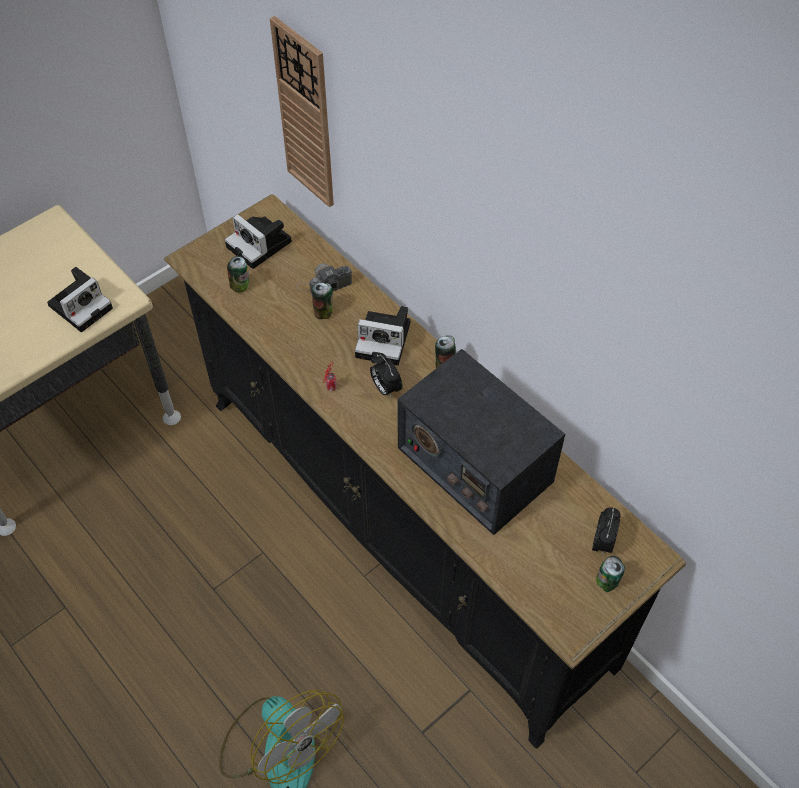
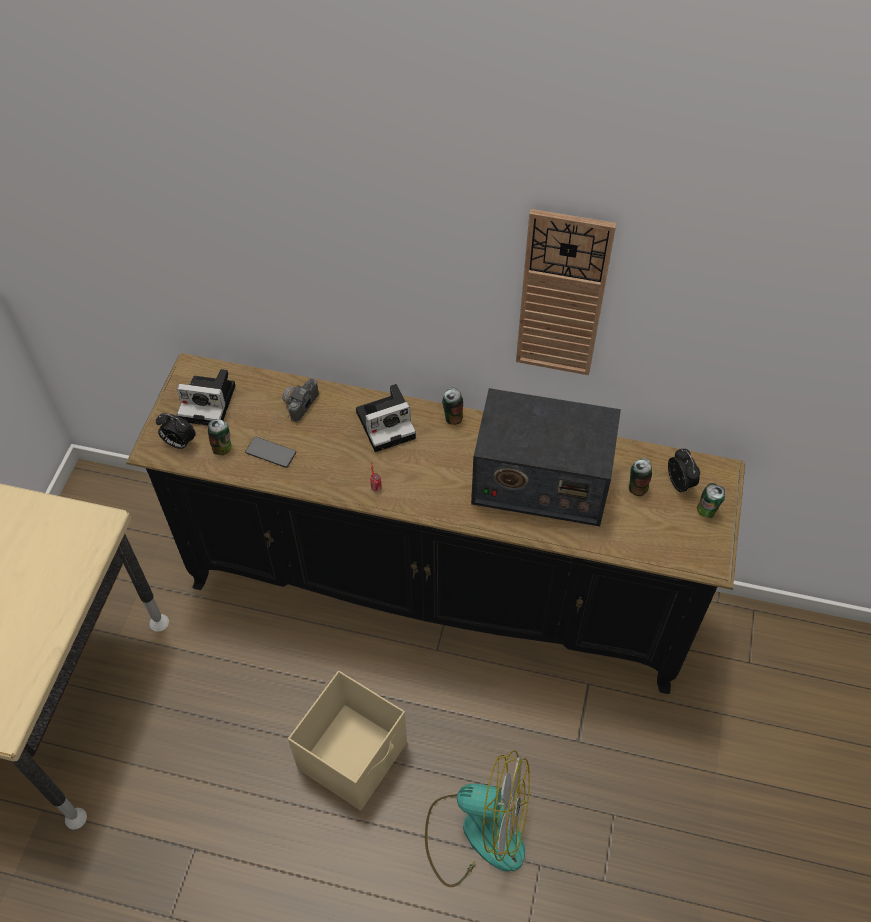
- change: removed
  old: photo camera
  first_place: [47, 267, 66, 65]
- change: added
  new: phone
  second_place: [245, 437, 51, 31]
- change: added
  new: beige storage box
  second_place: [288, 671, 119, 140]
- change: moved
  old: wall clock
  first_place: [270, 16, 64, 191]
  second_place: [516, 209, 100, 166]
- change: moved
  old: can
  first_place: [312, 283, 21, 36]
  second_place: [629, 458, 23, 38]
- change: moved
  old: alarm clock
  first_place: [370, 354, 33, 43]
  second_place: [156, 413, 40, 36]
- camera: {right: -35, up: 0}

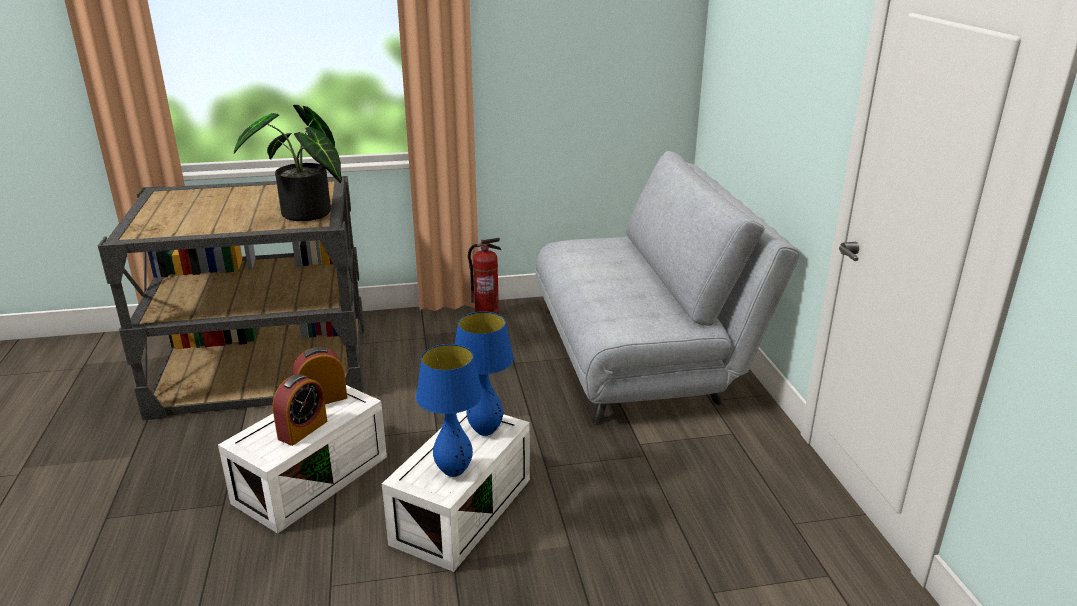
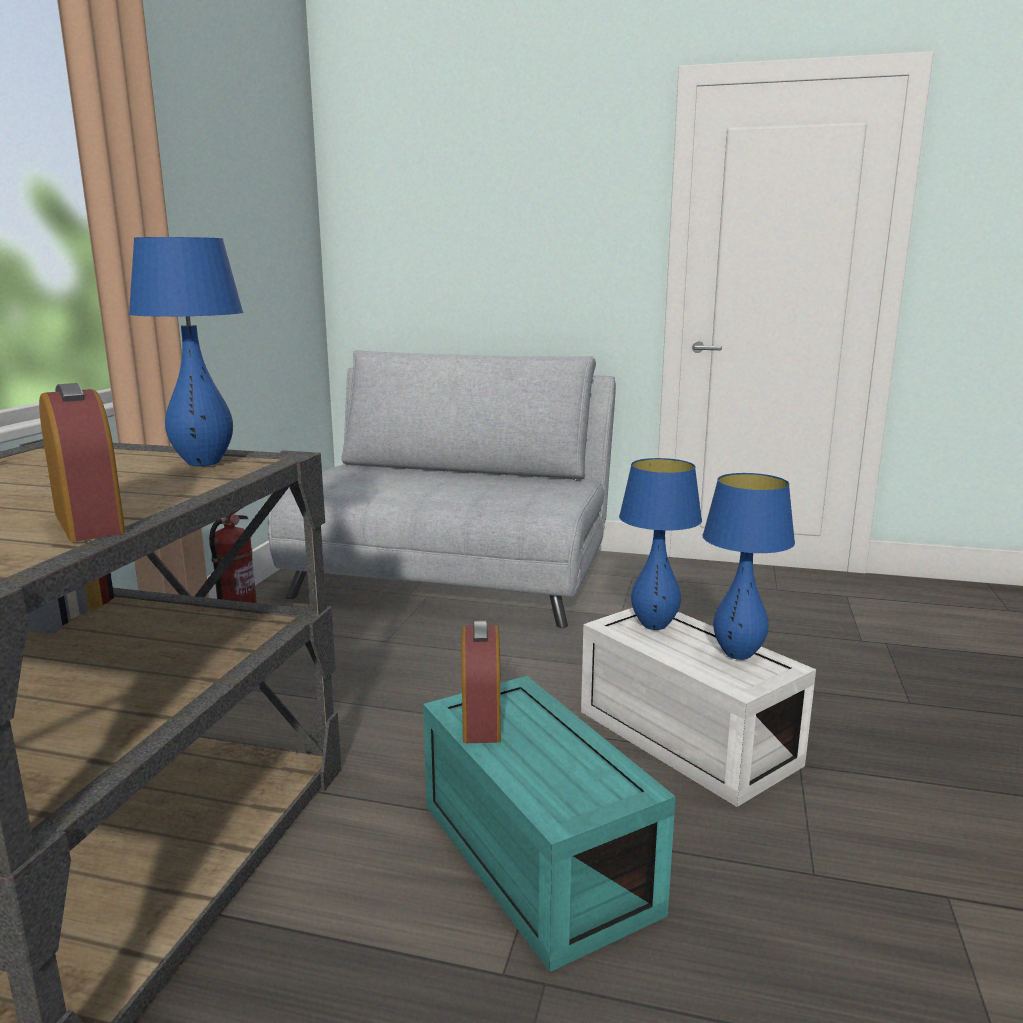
- change: moved
  old: alarm clock
  first_place: [272, 374, 55, 72]
  second_place: [39, 383, 87, 159]
- change: replaced
  old: potted plant
  new: blue table lamp
  first_place: [234, 105, 108, 116]
  second_place: [129, 237, 115, 229]
- change: recoloured
  old: white storage box
  new: turquoise storage box
  first_place: [218, 385, 169, 149]
  second_place: [423, 676, 253, 296]
- camera: {right: -65, up: -10}

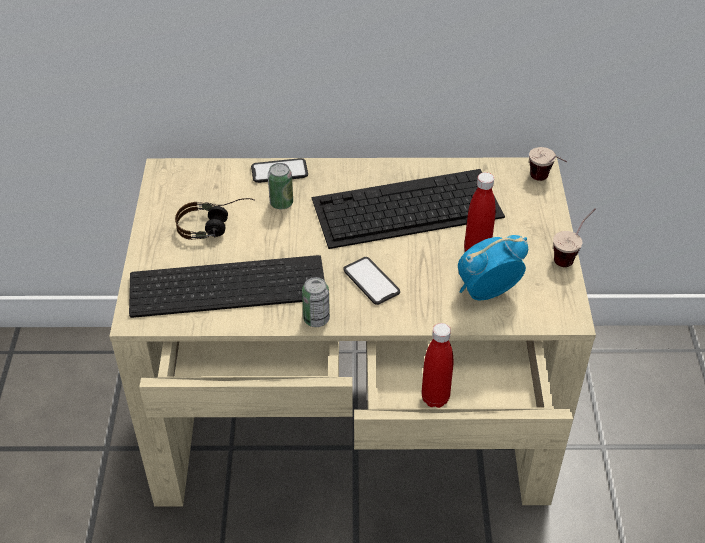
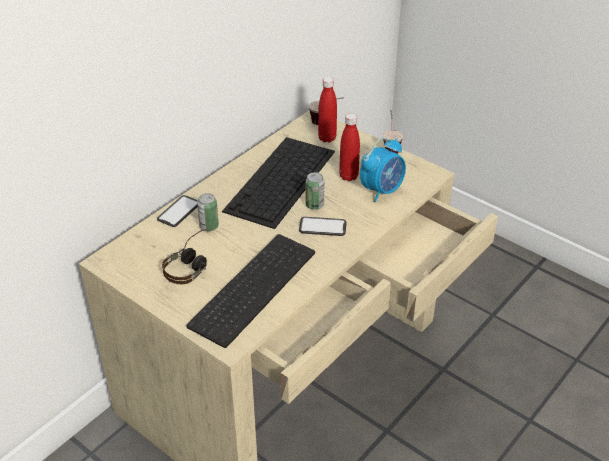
- change: moved
  old: can
  first_place: [302, 277, 28, 50]
  second_place: [305, 172, 19, 38]
- change: moved
  old: red bottle
  first_place: [422, 323, 32, 85]
  second_place: [318, 77, 19, 66]
- change: turned
  old: alarm clock
  first_place: [458, 235, 70, 65]
  second_place: [360, 138, 46, 64]
  degrees: -150
- camera: {right: -50, up: -5}

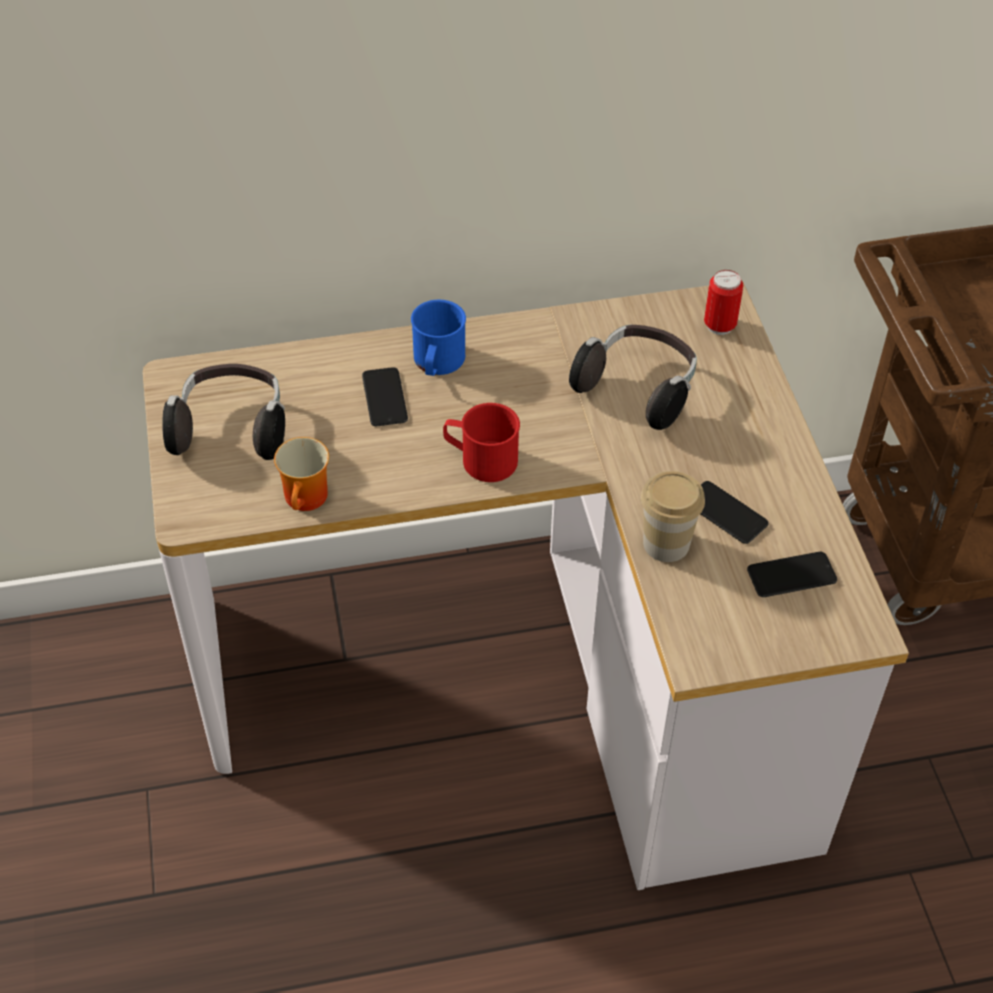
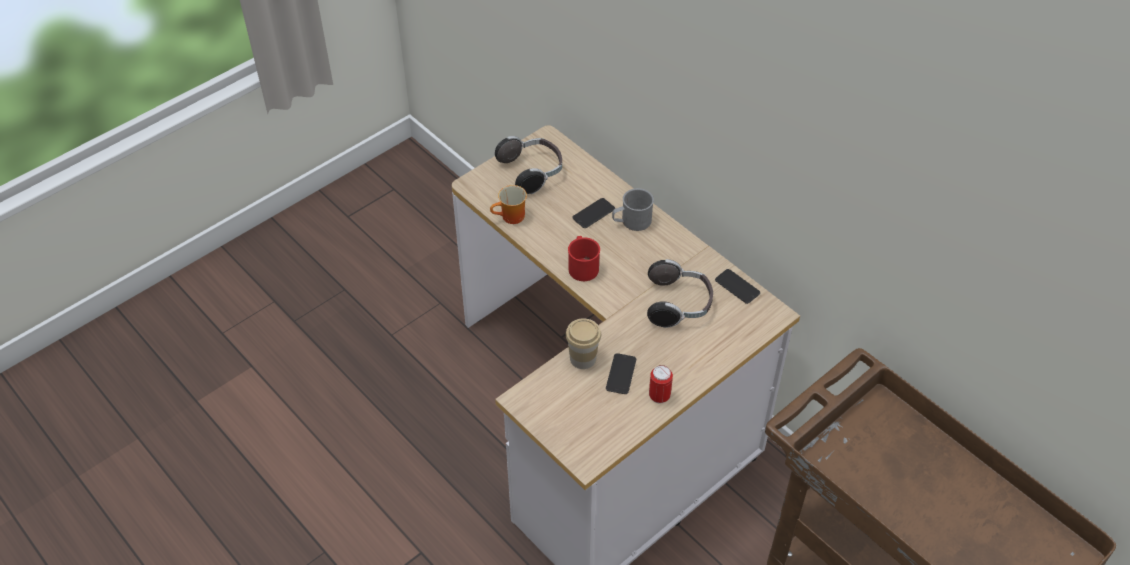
- change: moved
  old: can
  first_place: [704, 270, 39, 65]
  second_place: [649, 365, 24, 38]
- change: moved
  old: phone
  first_place: [747, 552, 90, 45]
  second_place: [715, 269, 45, 35]
- change: recoloured
  old: blue mug
  new: grey mug
  first_place: [411, 300, 55, 76]
  second_place: [612, 188, 42, 43]
- camera: {right: 60, up: 0}

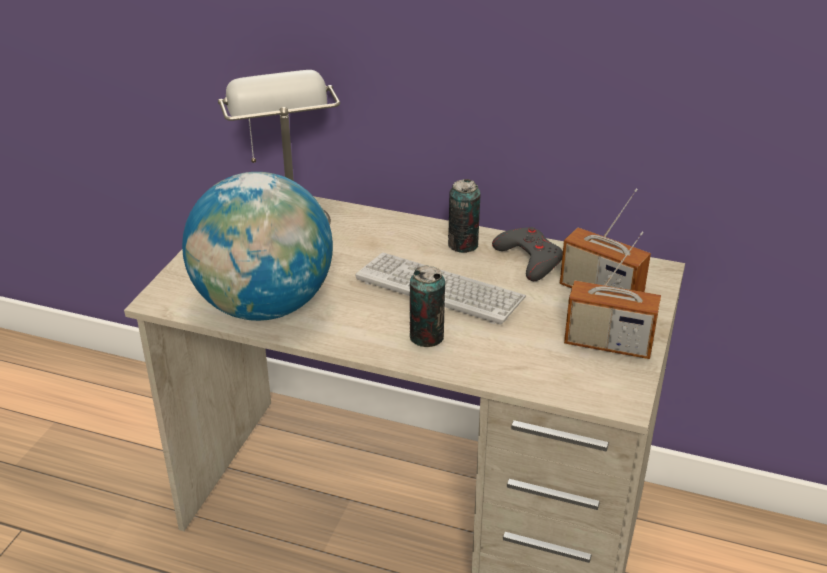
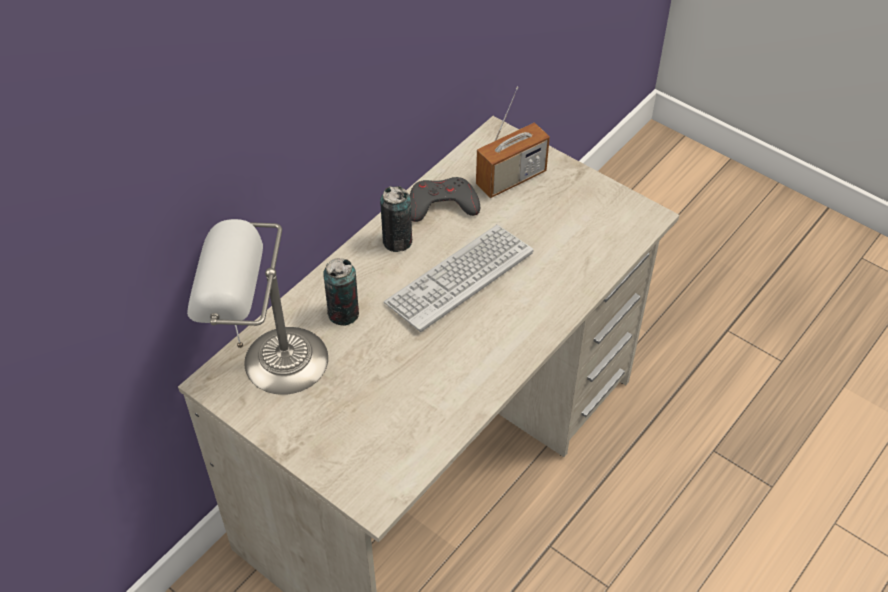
- change: removed
  old: globe
  first_place: [182, 172, 151, 149]
- change: removed
  old: radio
  first_place: [564, 232, 97, 127]
- change: moved
  old: can
  first_place: [410, 265, 35, 82]
  second_place: [323, 258, 36, 68]
- camera: {right: -70, up: 15}

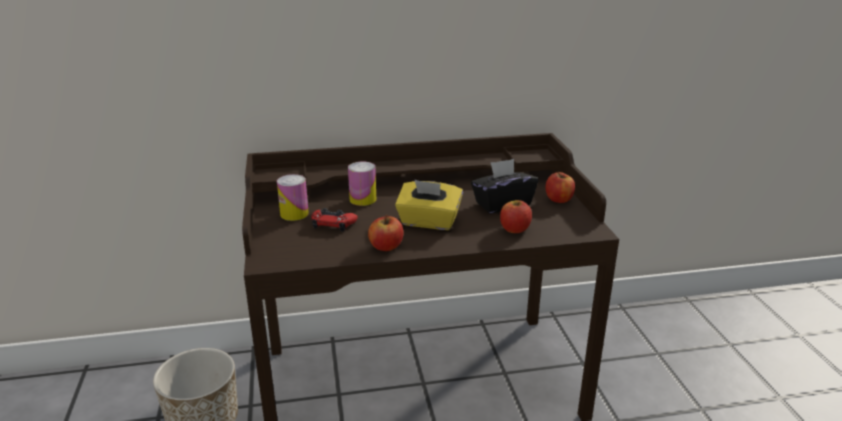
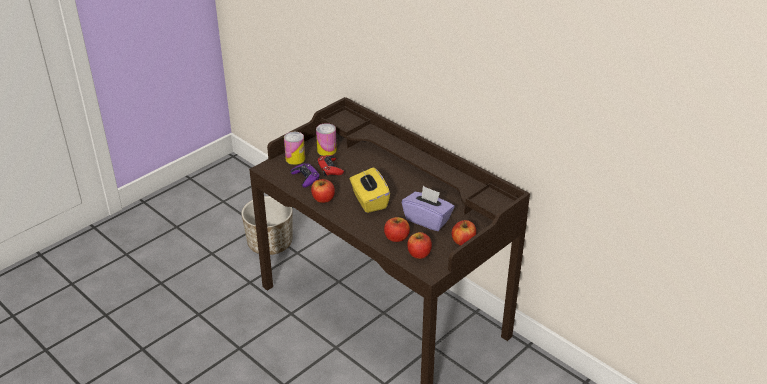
- change: added
  new: purple game controller
  second_place: [291, 163, 29, 24]
- change: added
  new: apple
  second_place: [407, 232, 25, 27]
- change: moved
  old: can
  first_place: [348, 161, 28, 45]
  second_place: [284, 132, 21, 33]
- change: recoloured
  old: black tissue box
  new: purple tissue box
  first_place: [471, 159, 67, 55]
  second_place: [402, 186, 52, 45]
- camera: {right: 55, up: 10}

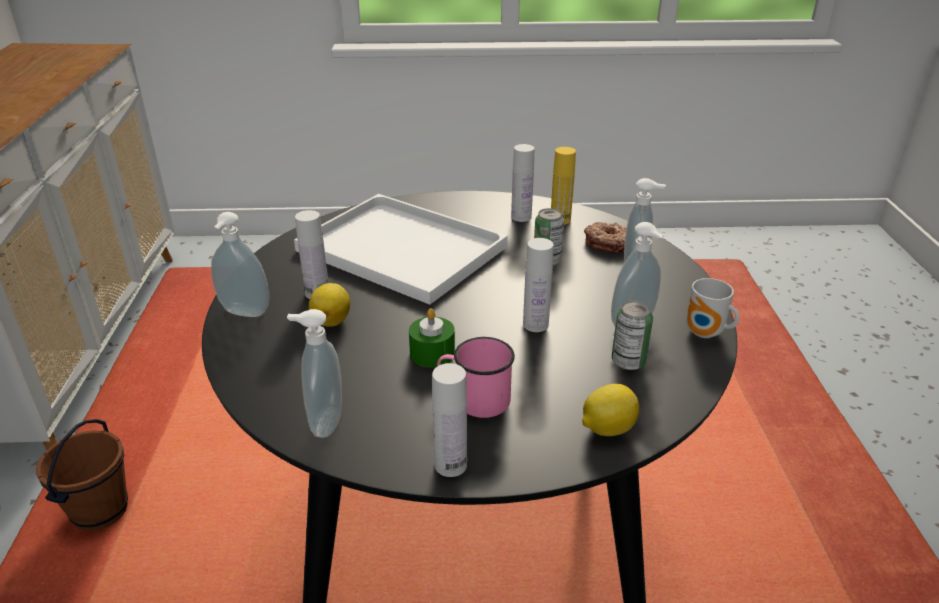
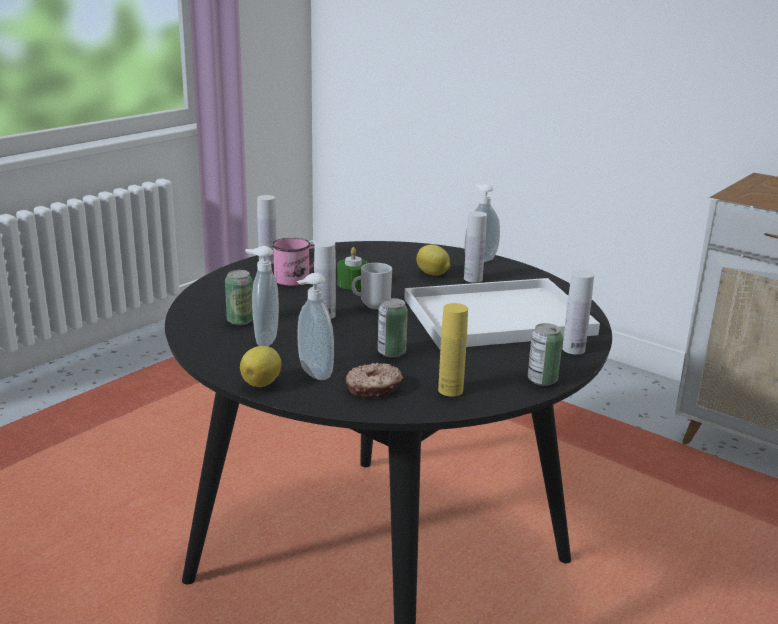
- change: removed
  old: brown bucket
  first_place: [36, 419, 92, 112]
- change: removed
  old: soap dispenser
  first_place: [287, 309, 55, 129]
- change: added
  new: can
  second_place: [528, 323, 35, 63]
- change: moved
  old: white bottle
  first_place: [511, 144, 23, 78]
  second_place: [562, 270, 32, 85]
- change: moved
  old: lemon
  first_place: [582, 384, 57, 52]
  second_place: [240, 346, 41, 41]
- change: moved
  old: mug
  first_place: [686, 278, 53, 60]
  second_place: [352, 263, 40, 46]
- camera: {right: 130, up: -10}

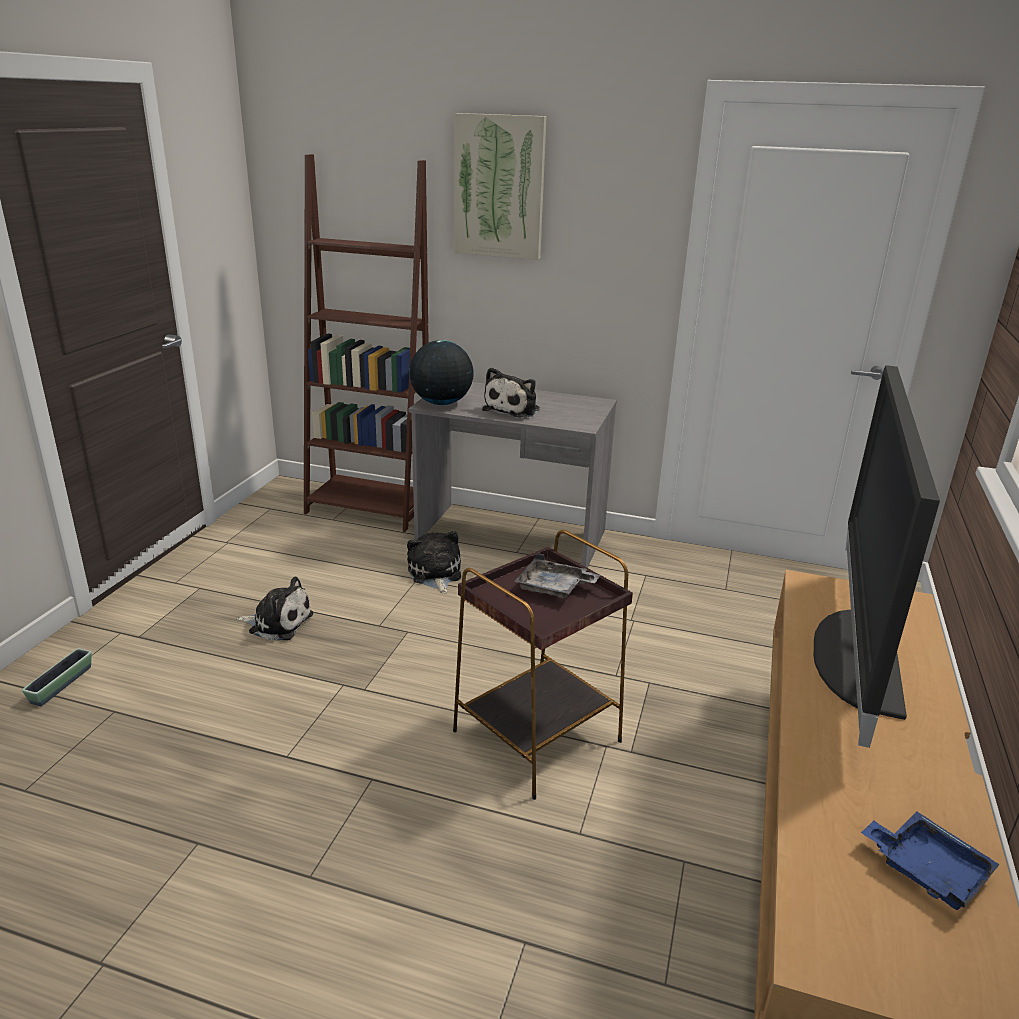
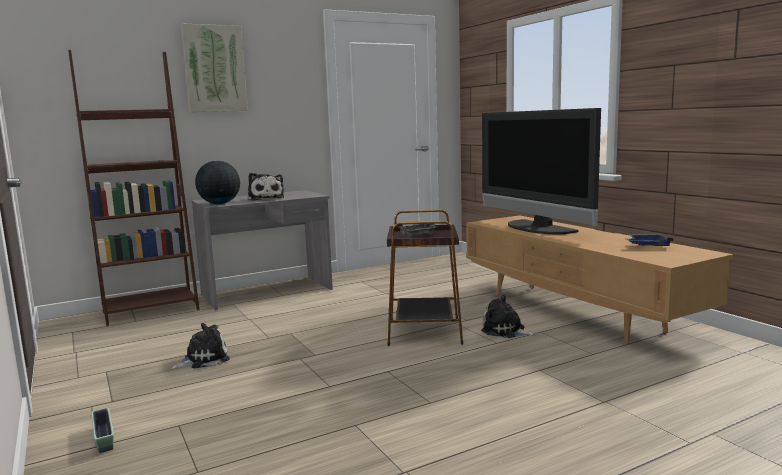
- change: moved
  old: plush toy
  first_place: [407, 531, 54, 63]
  second_place: [481, 294, 56, 44]
- camera: {right: -45, up: -15}

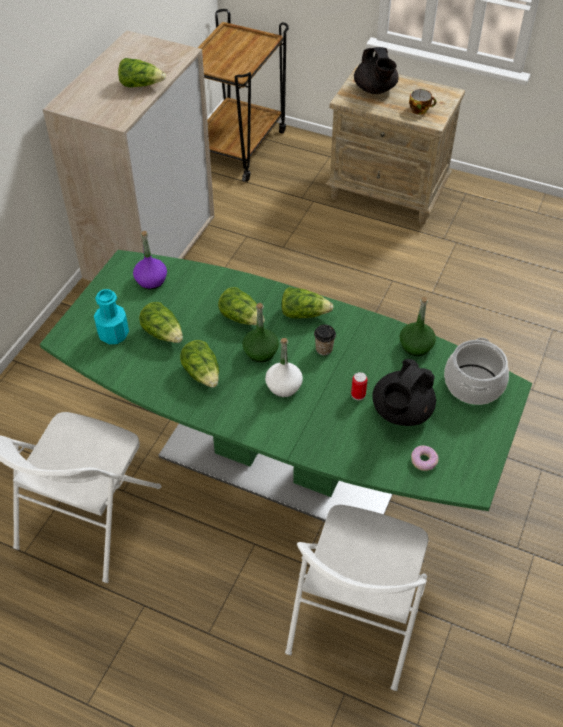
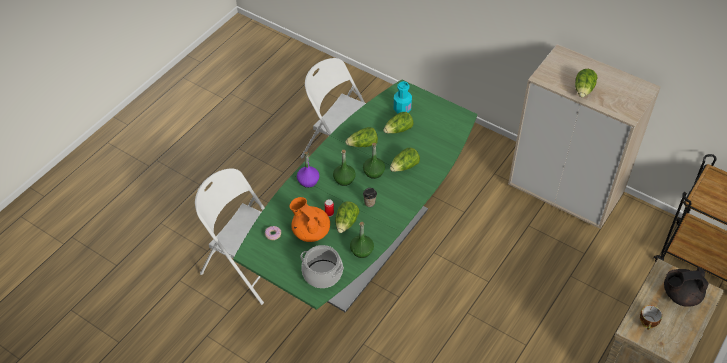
- change: moved
  old: purple bottle
  first_place: [133, 231, 34, 58]
  second_place: [297, 152, 22, 36]
- change: moved
  old: lettuce
  first_place: [282, 287, 52, 32]
  second_place: [335, 201, 24, 32]
- change: recoloured
  old: white bottle
  new: green bottle
  first_place: [265, 338, 38, 59]
  second_place: [333, 150, 23, 36]
- change: recoloured
  old: black teapot
  new: orange teapot
  first_place: [372, 359, 64, 67]
  second_place: [289, 197, 41, 45]
- camera: {right: 100, up: 0}

